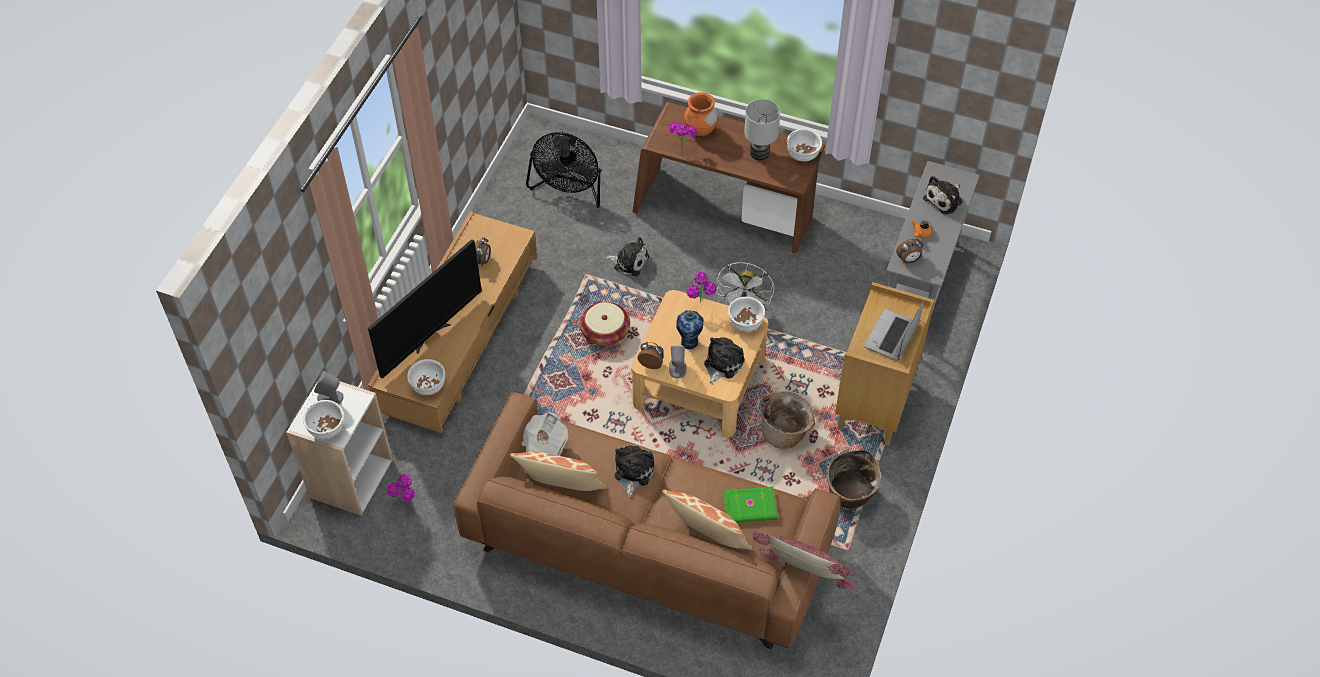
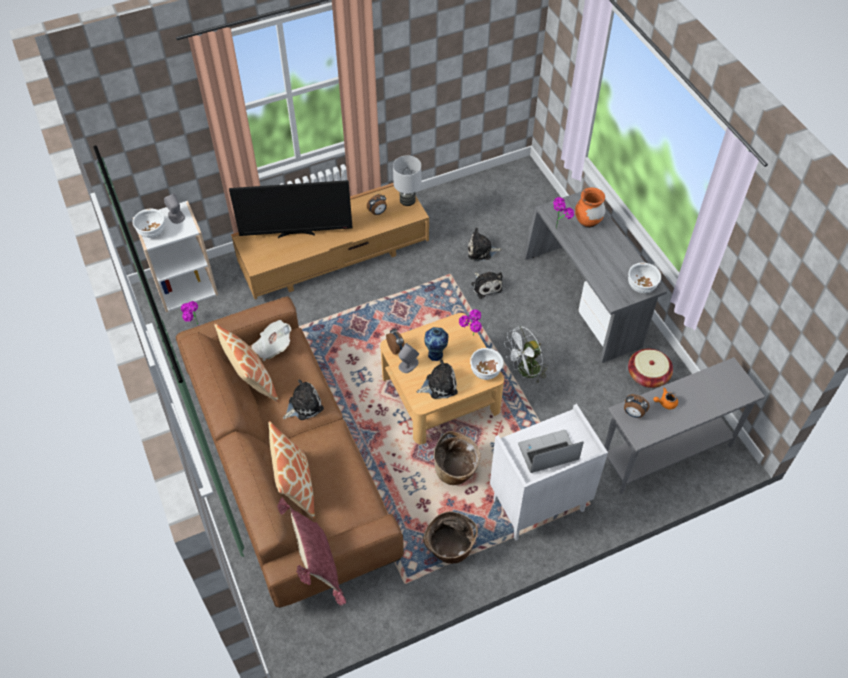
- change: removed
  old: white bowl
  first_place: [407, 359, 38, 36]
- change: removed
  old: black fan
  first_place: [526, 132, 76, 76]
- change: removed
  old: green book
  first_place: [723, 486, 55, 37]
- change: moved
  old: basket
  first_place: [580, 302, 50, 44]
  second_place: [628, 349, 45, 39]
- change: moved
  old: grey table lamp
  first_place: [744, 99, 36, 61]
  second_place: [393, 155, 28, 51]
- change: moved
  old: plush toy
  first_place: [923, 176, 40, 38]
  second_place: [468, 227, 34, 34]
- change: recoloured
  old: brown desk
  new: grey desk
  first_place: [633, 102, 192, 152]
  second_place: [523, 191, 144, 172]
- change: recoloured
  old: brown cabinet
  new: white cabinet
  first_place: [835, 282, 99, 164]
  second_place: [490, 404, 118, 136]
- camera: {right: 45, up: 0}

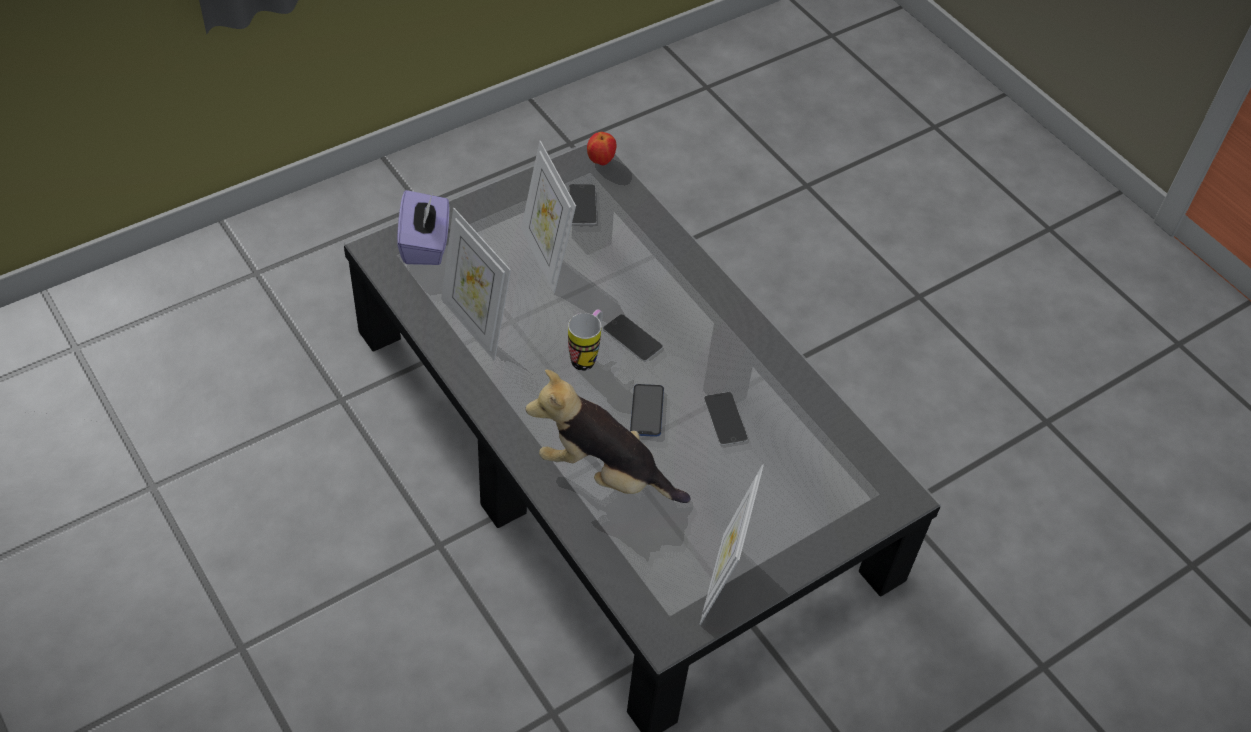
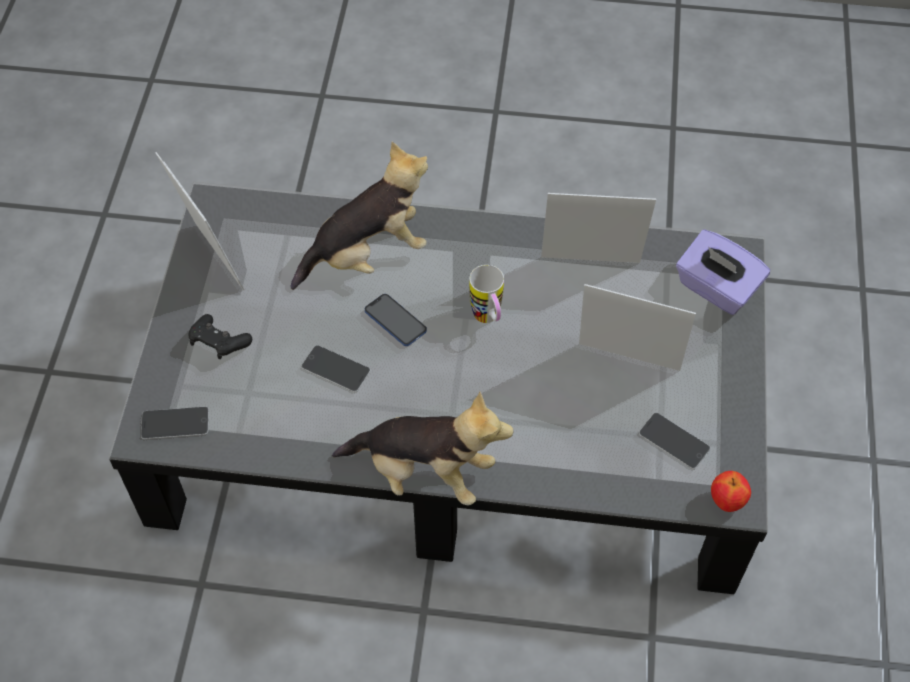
- change: added
  new: black game controller
  second_place: [188, 314, 64, 45]
- change: added
  new: plush toy
  second_place: [332, 392, 182, 114]
- change: moved
  old: phone
  first_place: [603, 314, 60, 48]
  second_place: [141, 407, 68, 32]
- camera: {right: 135, up: 5}

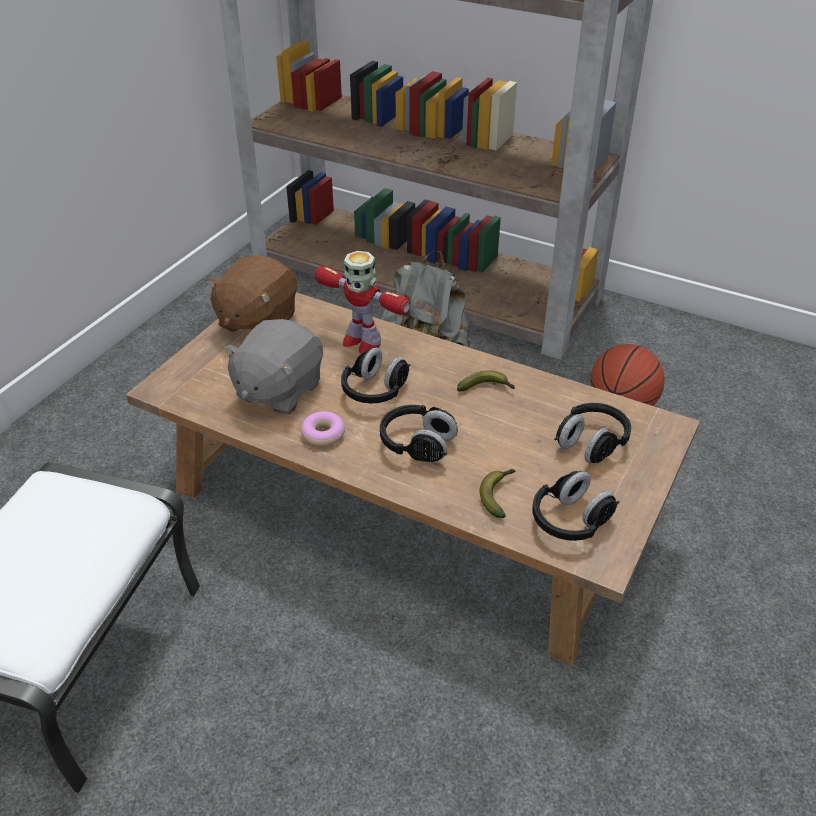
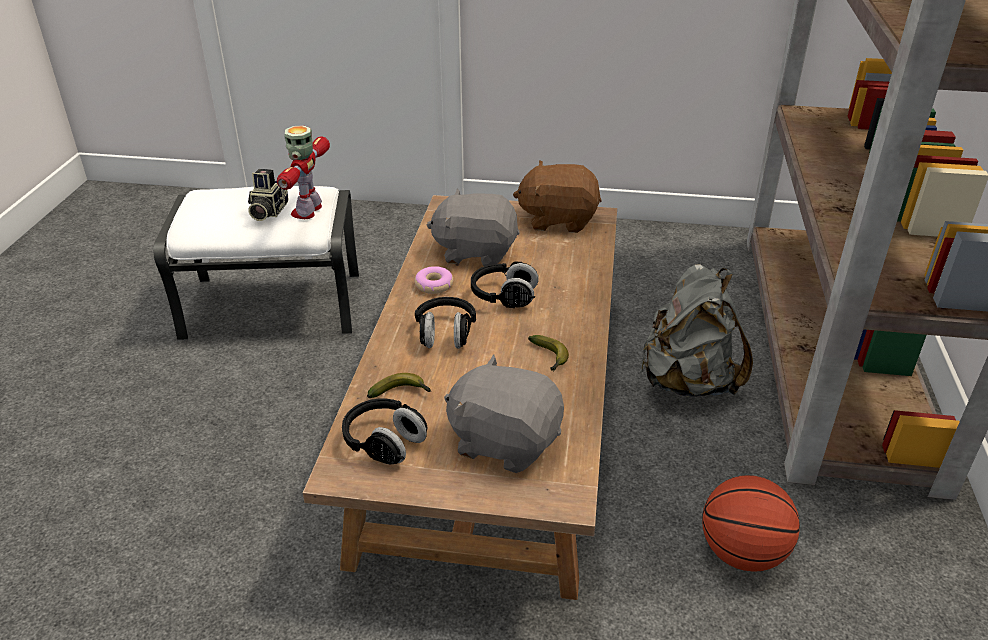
- change: added
  new: photo camera
  second_place: [248, 169, 40, 52]
- change: moved
  old: toy robot
  first_place: [315, 251, 95, 103]
  second_place: [277, 125, 53, 94]
- change: replaced
  old: black headphones
  new: grey plush toy
  first_place: [554, 403, 77, 61]
  second_place: [444, 354, 120, 119]
- camera: {right: 70, up: -5}

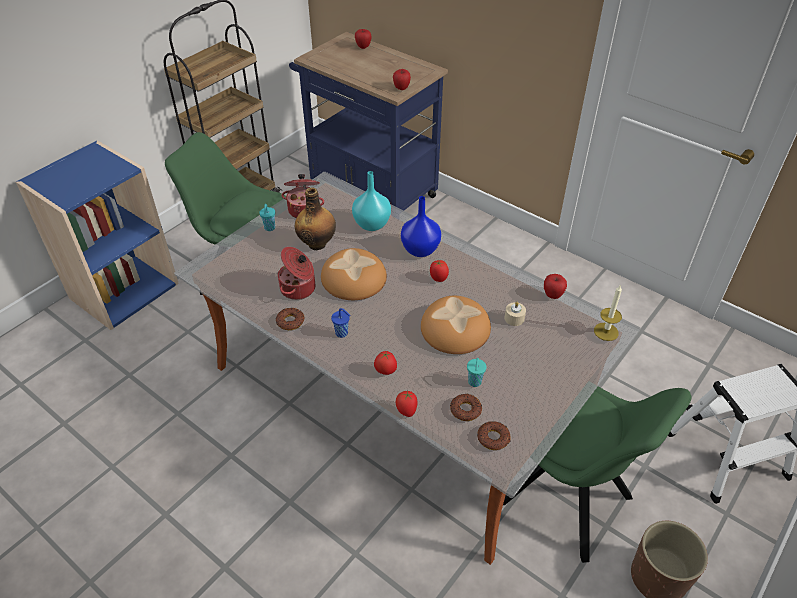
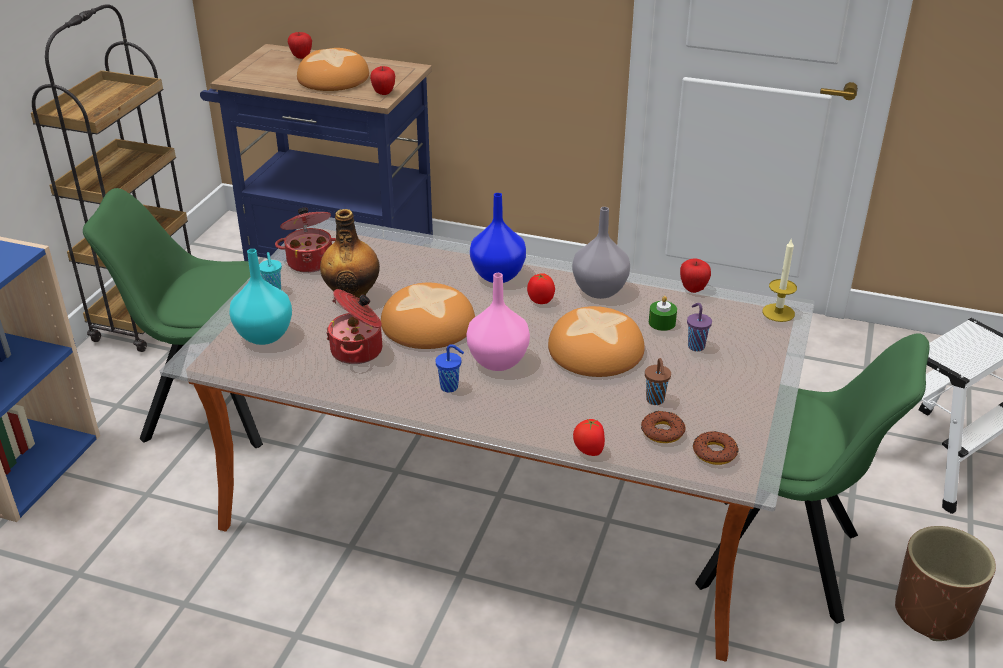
- change: removed
  old: donut
  first_place: [276, 308, 29, 22]
- change: removed
  old: tomato
  first_place: [374, 351, 23, 24]
- change: added
  new: bread
  second_place: [297, 48, 72, 43]
- change: added
  new: pink vase
  second_place: [466, 273, 64, 98]
- change: added
  new: grey vase
  second_place: [572, 207, 58, 92]
- change: added
  new: purple cup
  second_place: [687, 303, 25, 48]
- change: moved
  old: turquoise vase
  first_place: [352, 171, 39, 60]
  second_place: [229, 249, 63, 96]
- change: recoloured
  old: turquoise cup
  new: brown cup
  first_place: [467, 358, 20, 29]
  second_place: [645, 358, 26, 47]
- change: recoloured
  old: beige candle
  new: green candle
  first_place: [505, 302, 21, 24]
  second_place: [649, 296, 28, 35]
- camera: {right: -20, up: -10}

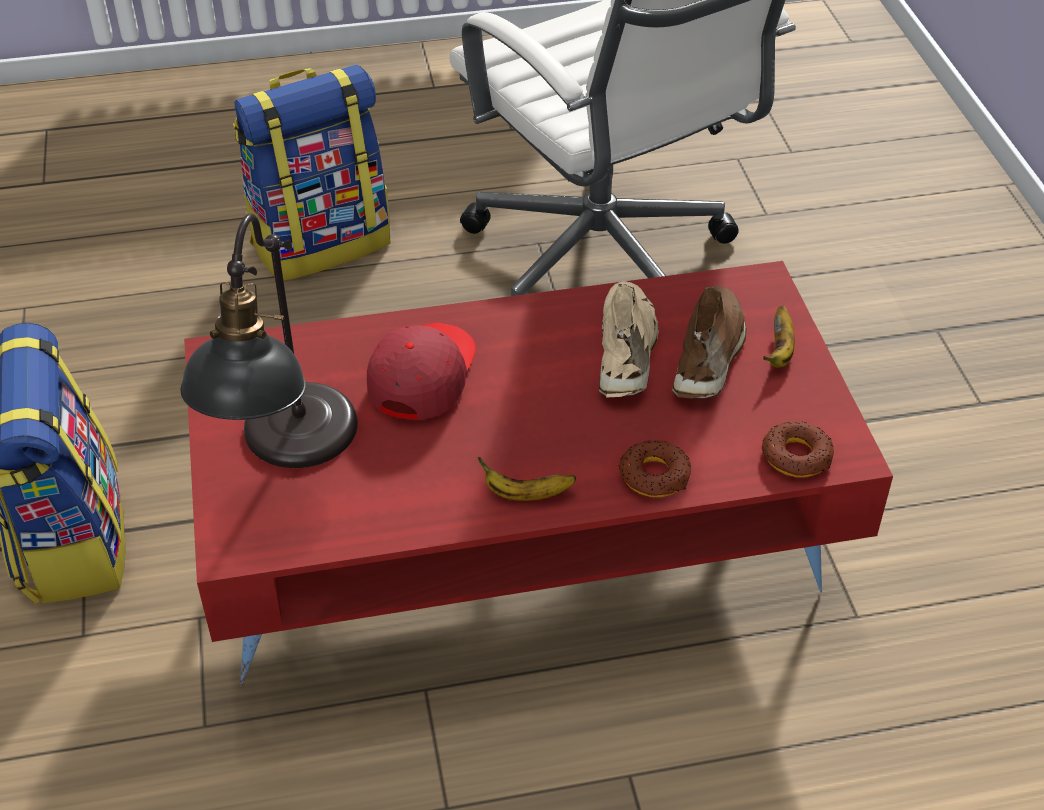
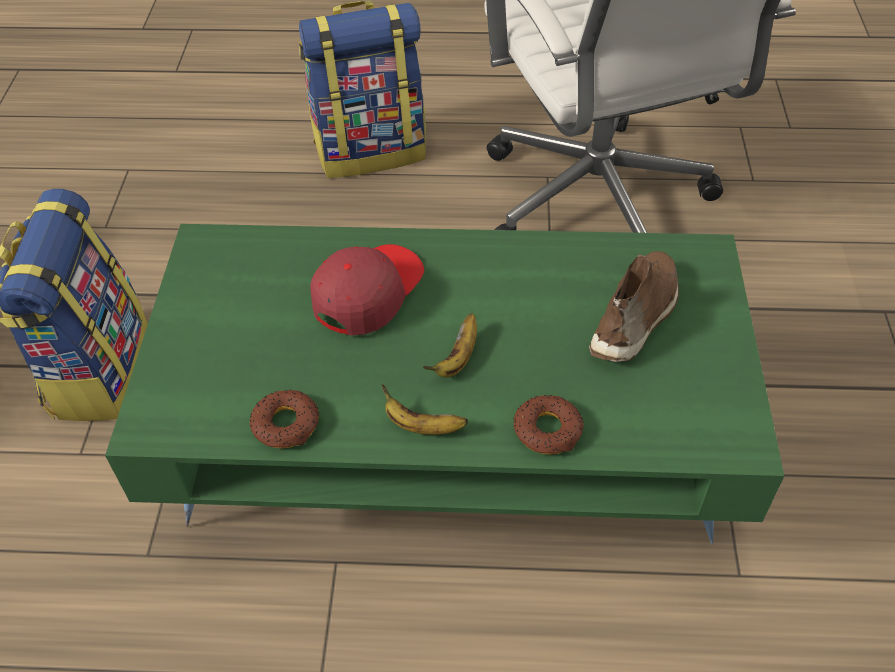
- change: removed
  old: grey table lamp
  first_place: [180, 213, 178, 255]
- change: removed
  old: beige shoe
  first_place: [599, 281, 60, 116]
- change: moved
  old: donut
  first_place: [762, 421, 72, 56]
  second_place: [250, 390, 69, 59]
- change: moved
  old: banana
  first_place: [763, 306, 32, 62]
  second_place: [423, 314, 54, 63]
- change: recoloured
  old: red coffee table
  new: green coffee table
  first_place: [184, 261, 709, 427]
  second_place: [105, 224, 679, 320]
- camera: {right: 15, up: 5}

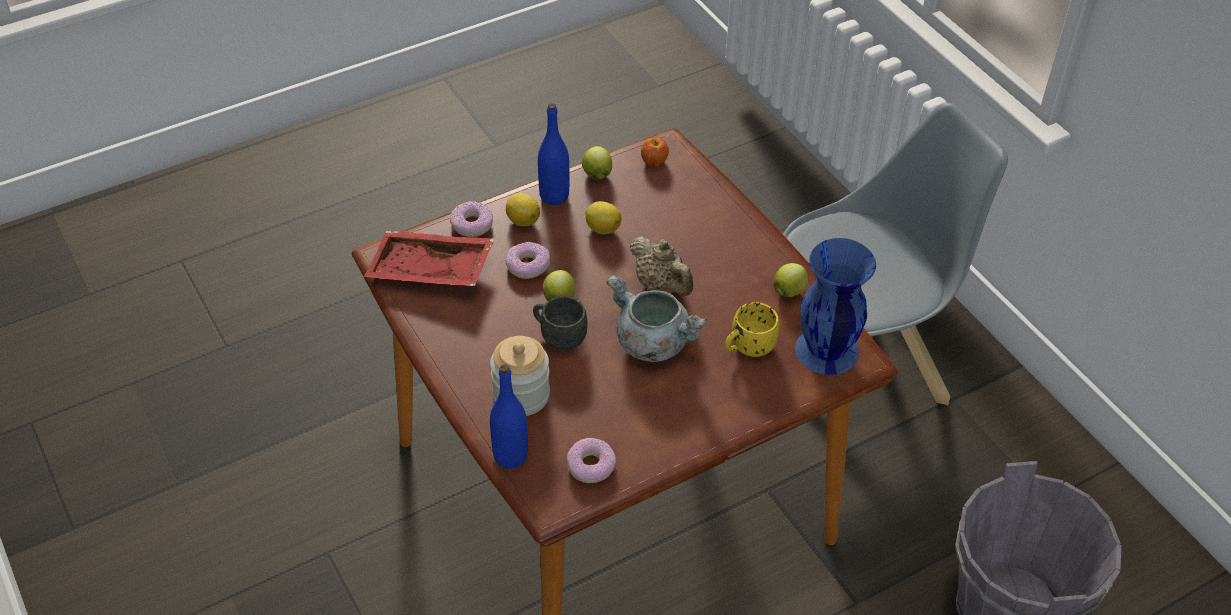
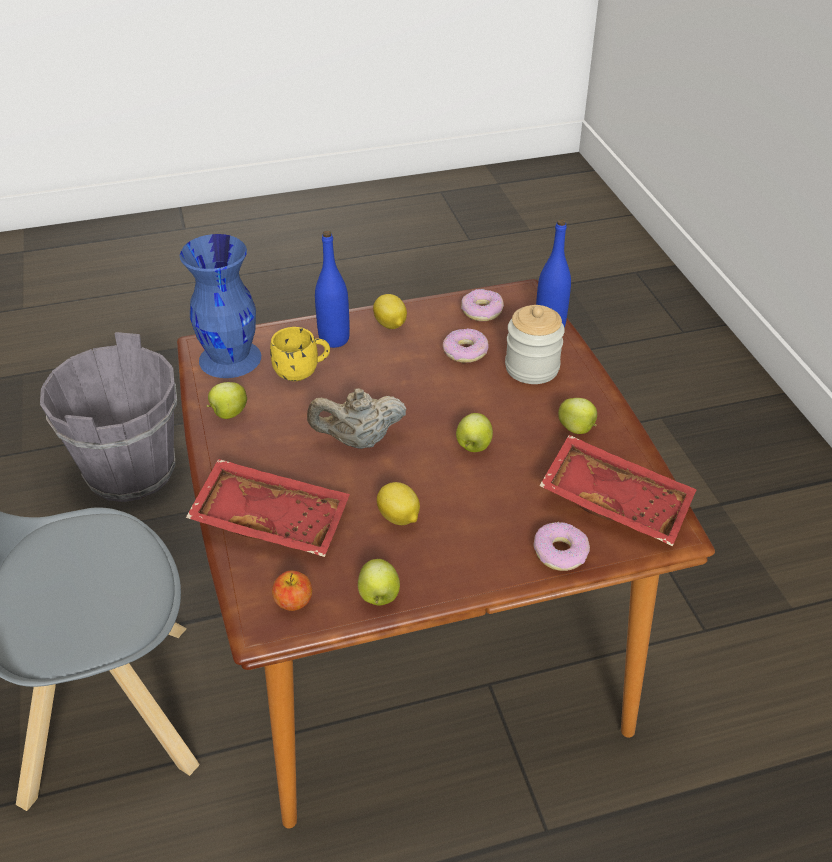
- change: removed
  old: grey mug
  first_place: [533, 296, 54, 54]
- change: removed
  old: grey cooking pot
  first_place: [607, 275, 99, 87]
- change: added
  new: red tray
  second_place: [186, 459, 164, 98]
- change: added
  new: apple
  second_place: [558, 398, 39, 36]
- change: moved
  old: donut
  first_place: [505, 242, 45, 37]
  second_place: [443, 328, 46, 35]
- change: moved
  old: lemon
  first_place: [506, 193, 34, 33]
  second_place: [373, 294, 34, 35]
- change: moved
  old: blue bottle
  first_place: [538, 103, 31, 102]
  second_place: [315, 231, 35, 117]
- change: turned
  old: beige teapot
  first_place: [630, 236, 63, 60]
  second_place: [307, 388, 100, 61]
  degrees: -75
- camera: {right: -165, up: -5}

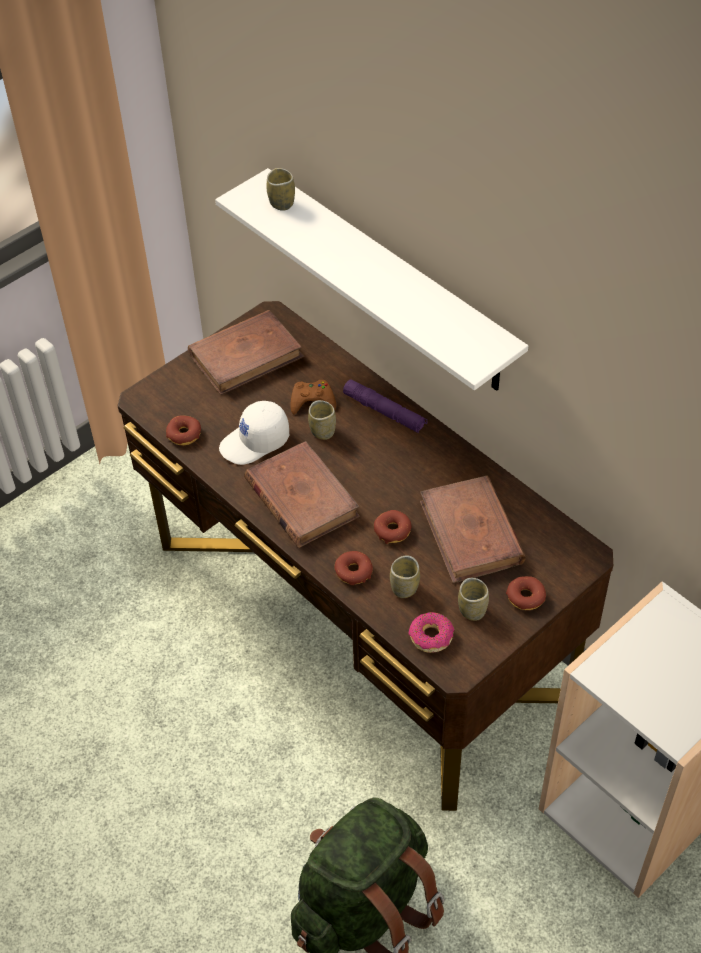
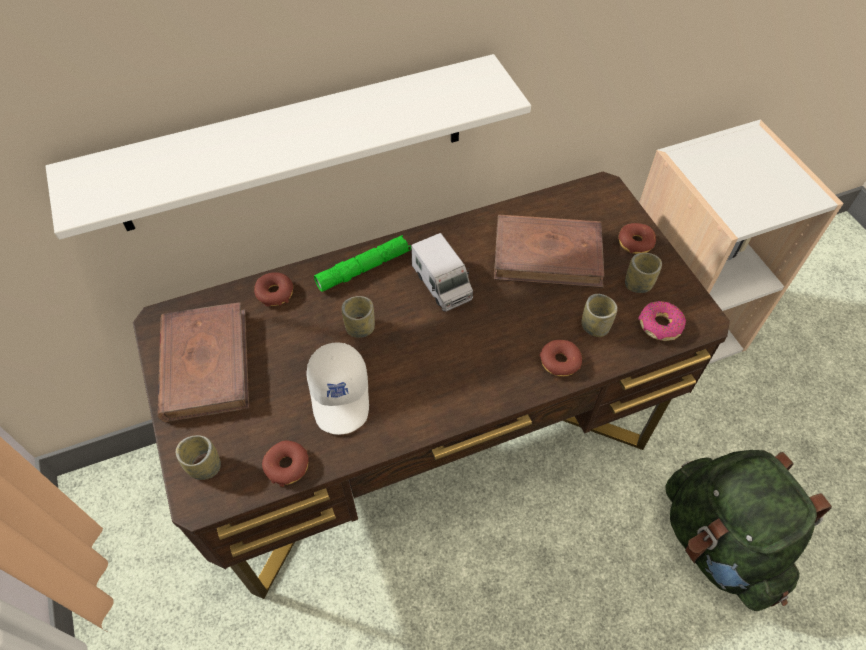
- change: removed
  old: brown book
  first_place: [244, 441, 116, 107]
- change: removed
  old: brown game controller
  first_place: [290, 380, 46, 34]
- change: added
  new: toy truck
  second_place: [412, 233, 61, 79]
- change: moved
  old: cup
  first_place: [267, 168, 28, 43]
  second_place: [176, 435, 45, 45]
- change: moved
  old: donut
  first_place: [374, 510, 38, 34]
  second_place: [254, 272, 39, 34]
- change: recoloured
  old: purple flashlight
  new: green flashlight
  first_place: [343, 379, 85, 54]
  second_place: [314, 235, 97, 57]
- camera: {right: -70, up: 5}

